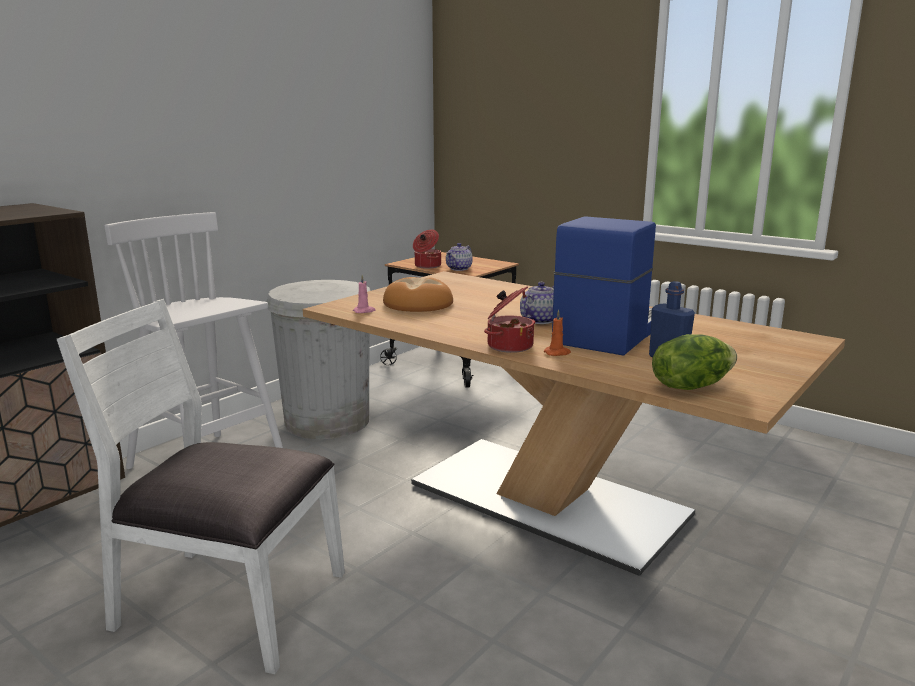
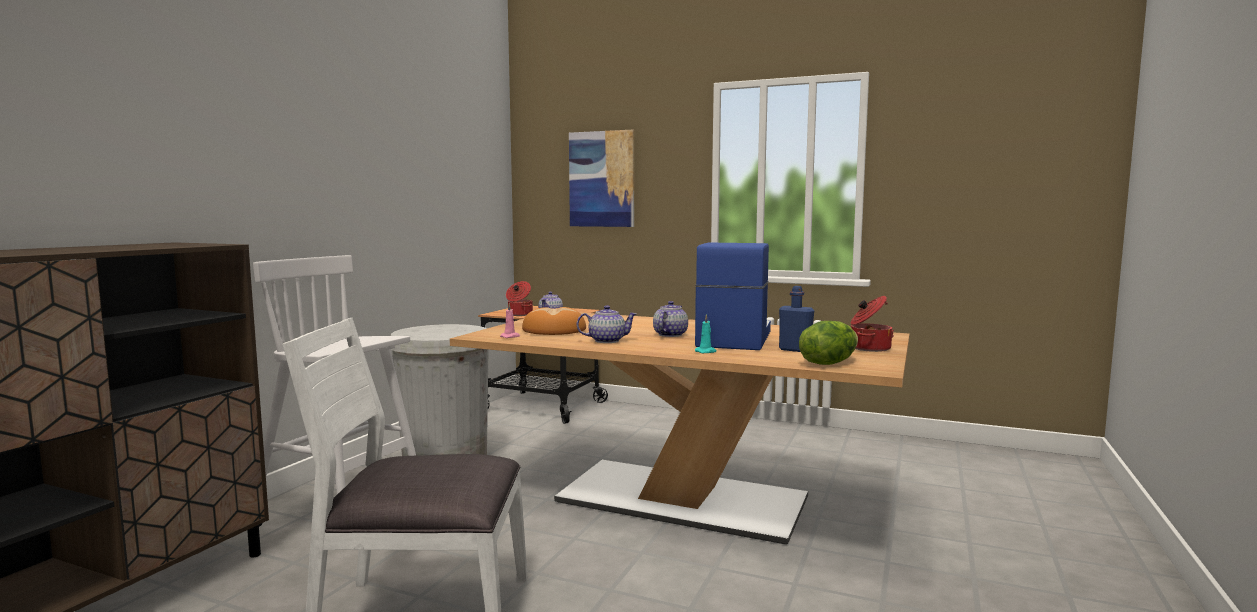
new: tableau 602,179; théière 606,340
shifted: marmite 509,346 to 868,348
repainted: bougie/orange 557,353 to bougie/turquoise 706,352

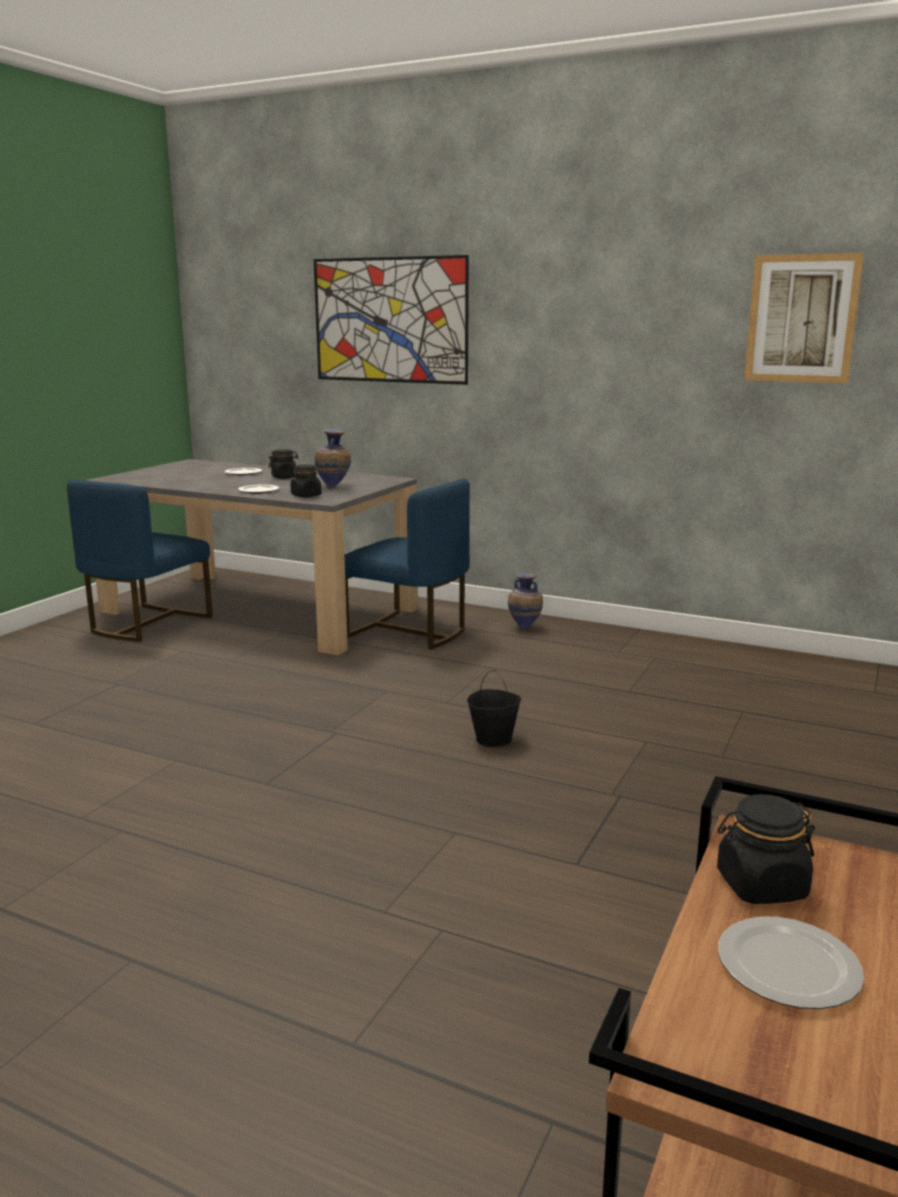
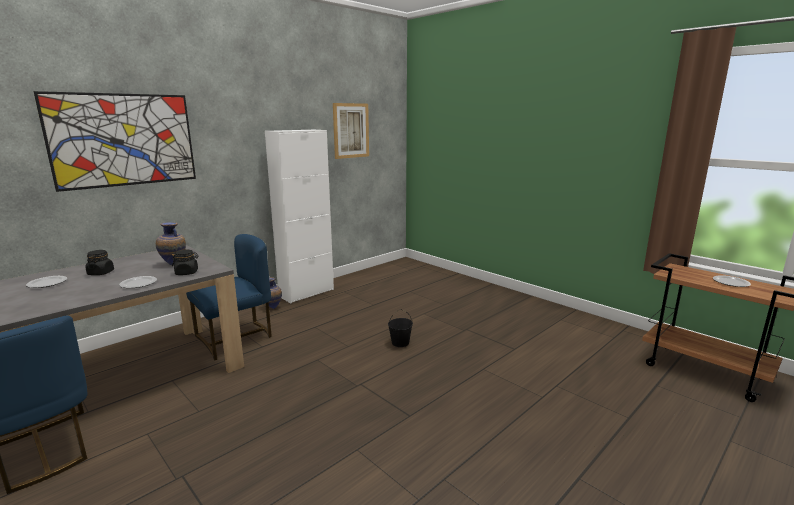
gone: bocal/noir 761,886
new: meuble de rangement/blanc 306,293

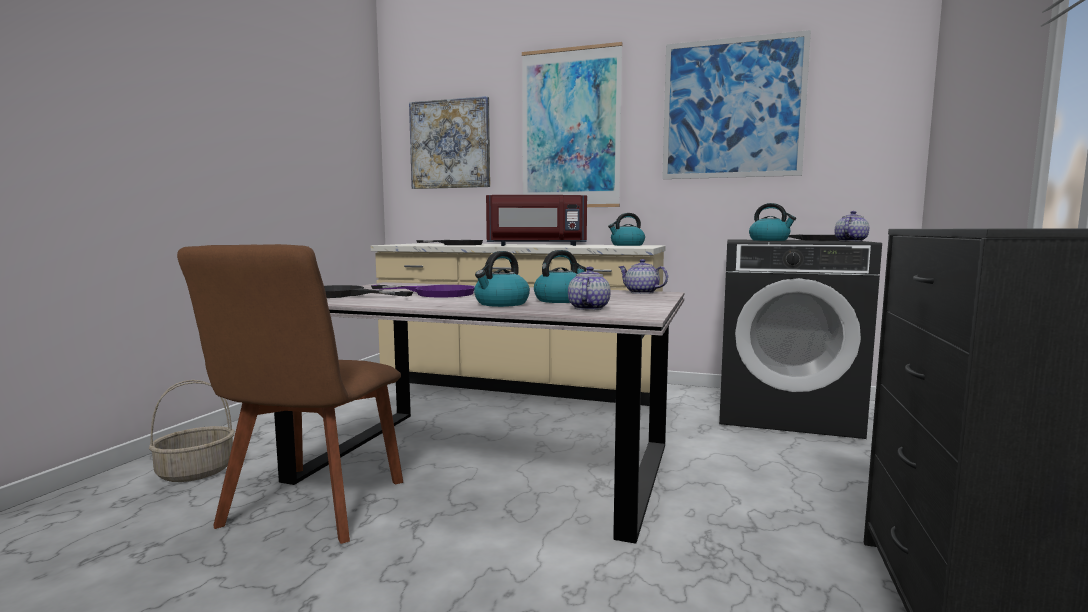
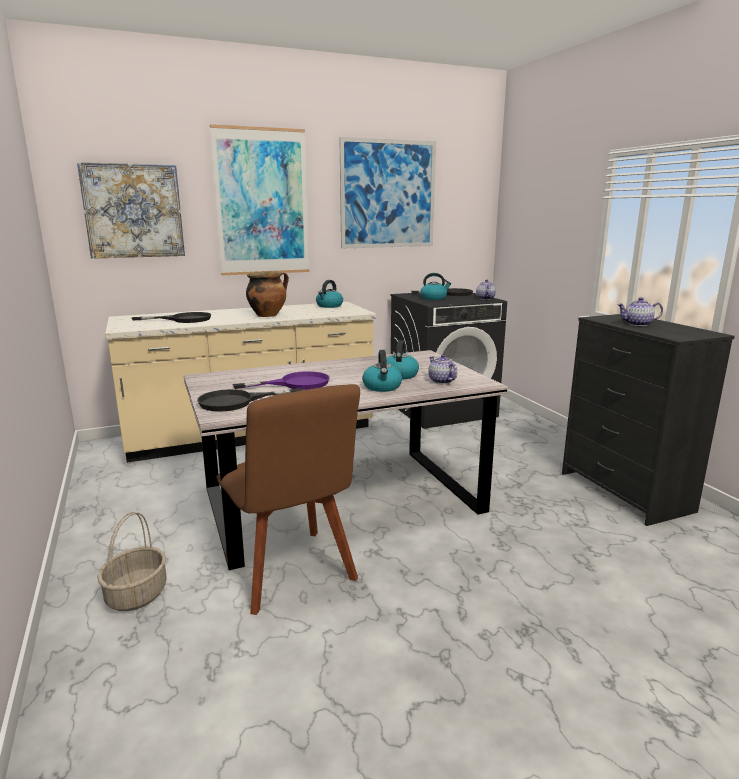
shifted: théière 641,292 to 637,324
swapped: micro-ondes/rouge 536,245 to marmite 268,315

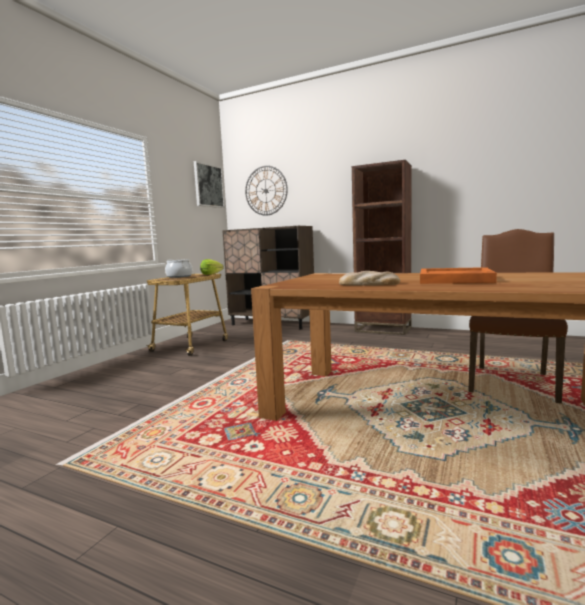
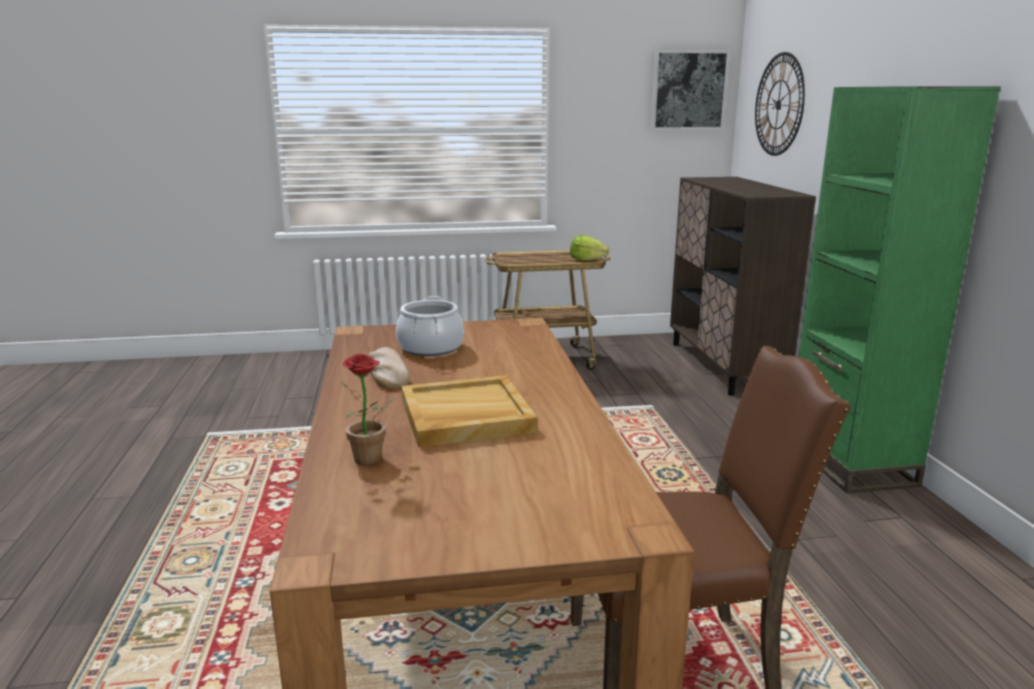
new: plante en pot 370,461
shifted: marmite 179,276 to 430,347
repainted: plateau/orange 455,279 to plateau/beige 465,416; bibliothèque/marron 383,329 to bibliothèque/vert 849,462

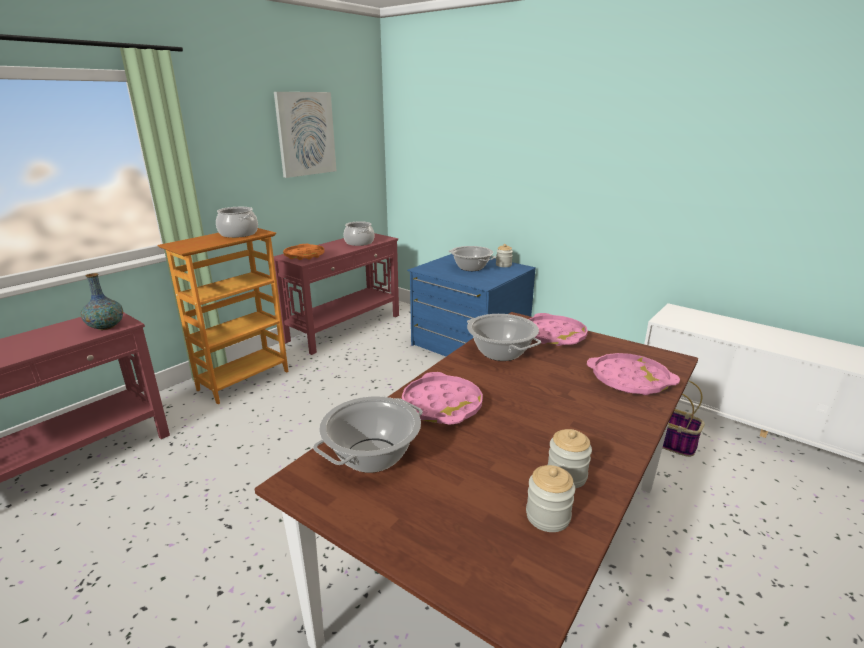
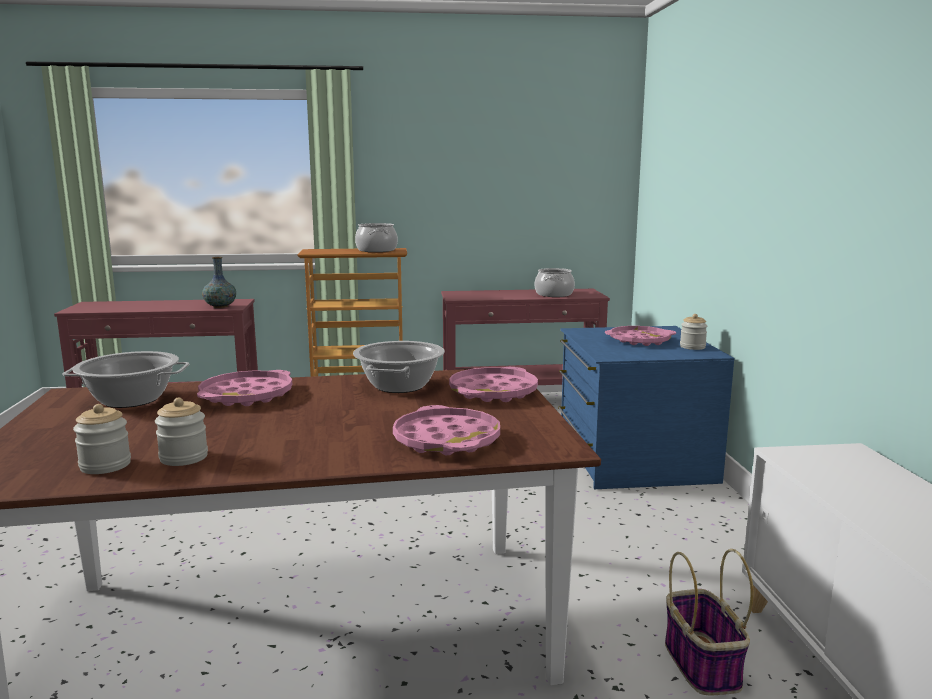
gone: tableau 305,134; plateau/orange 304,255
swapped: marmite 471,268 to plateau/rose 639,341

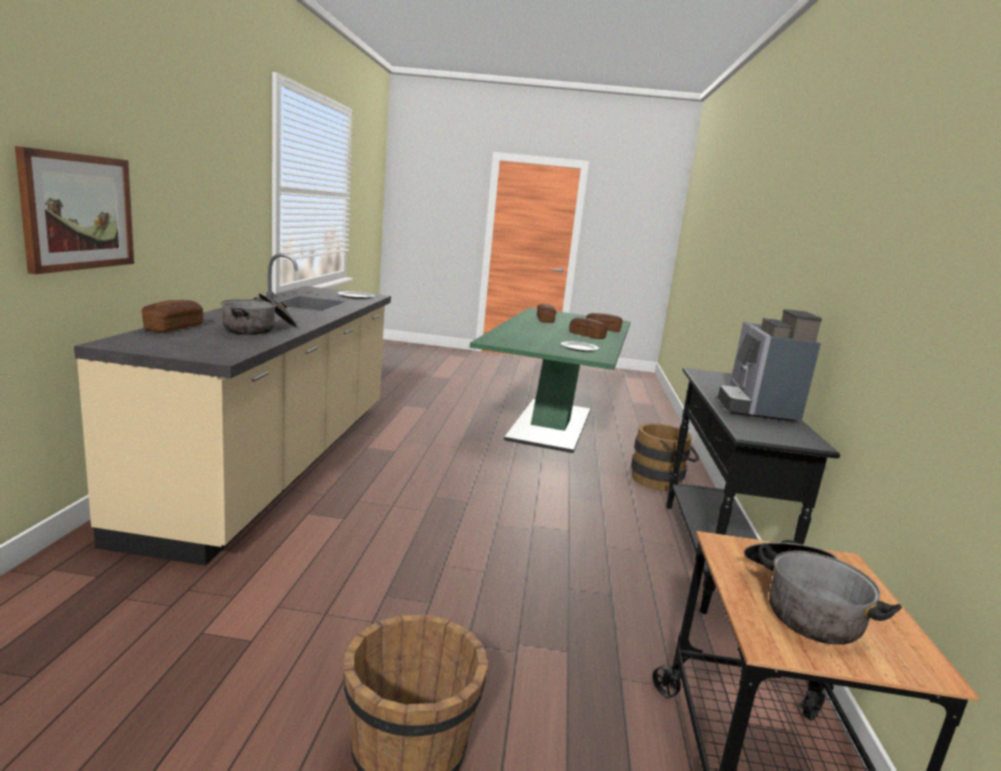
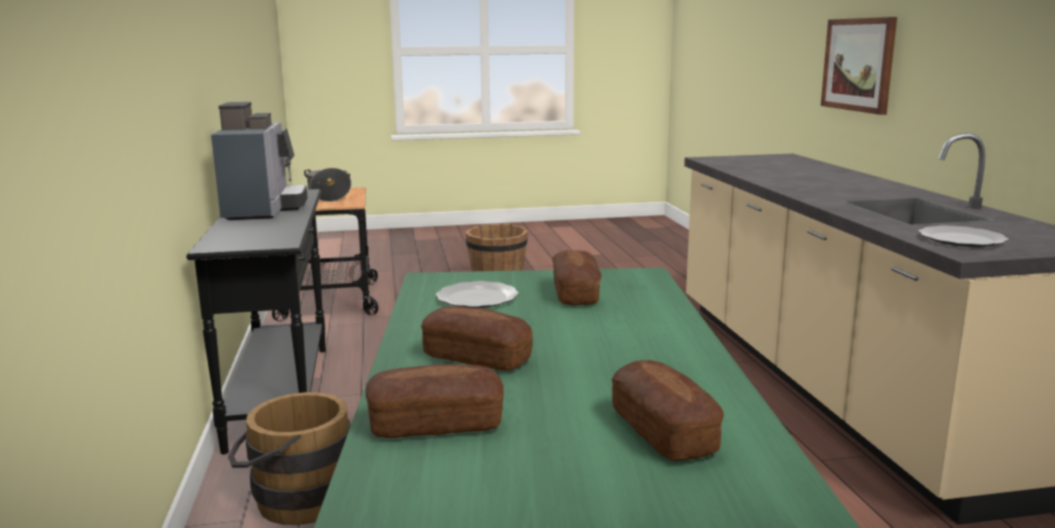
gone: marmite 259,329
shifted: pain 174,327 to 575,293

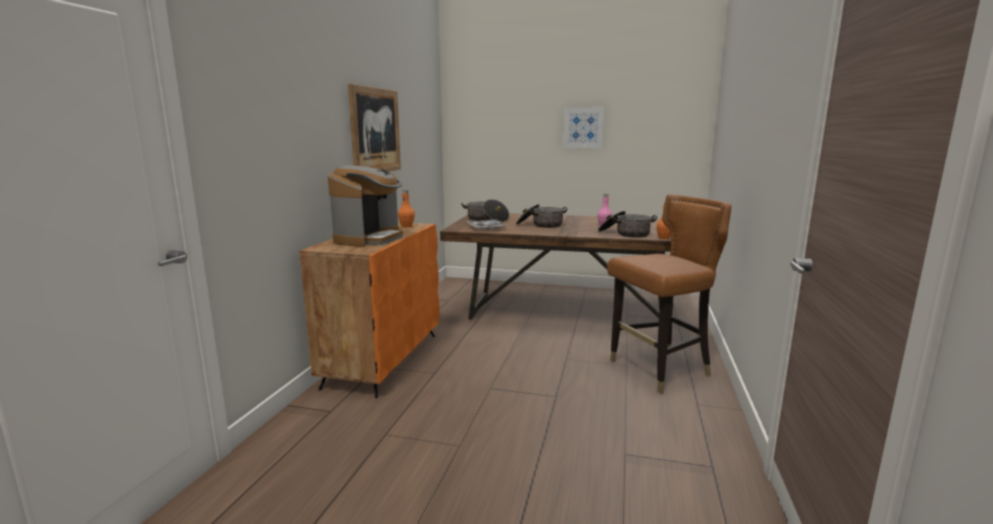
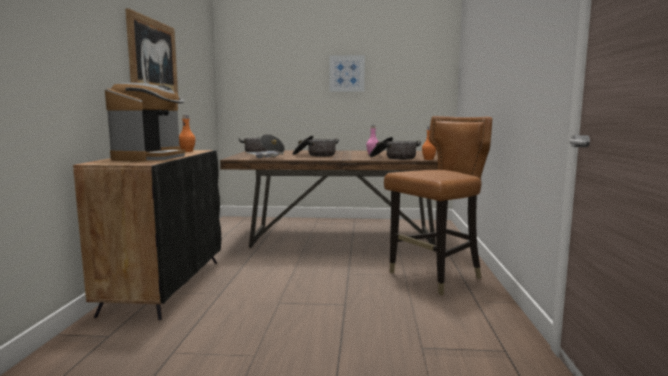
repainted: meuble de rangement/orange 383,359 to meuble de rangement/noir 164,285

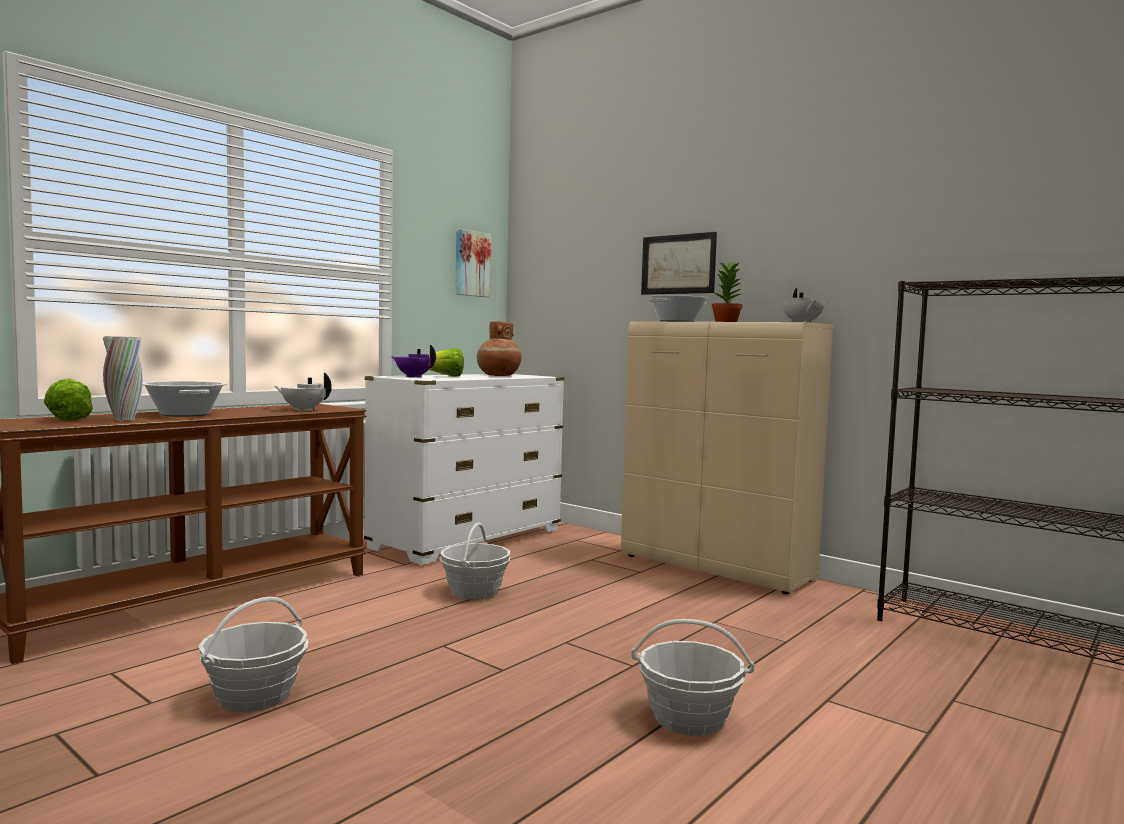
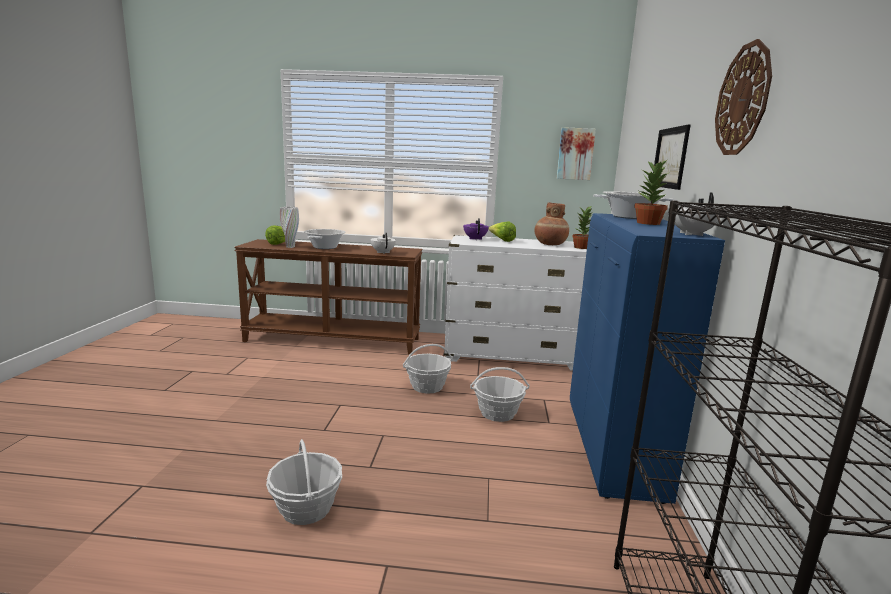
new: plante en pot 582,247; horloge murale 743,100
shifted: panier 255,696 to 497,413
repainted: meuble de rangement/beige 717,568 to meuble de rangement/bleu 613,450

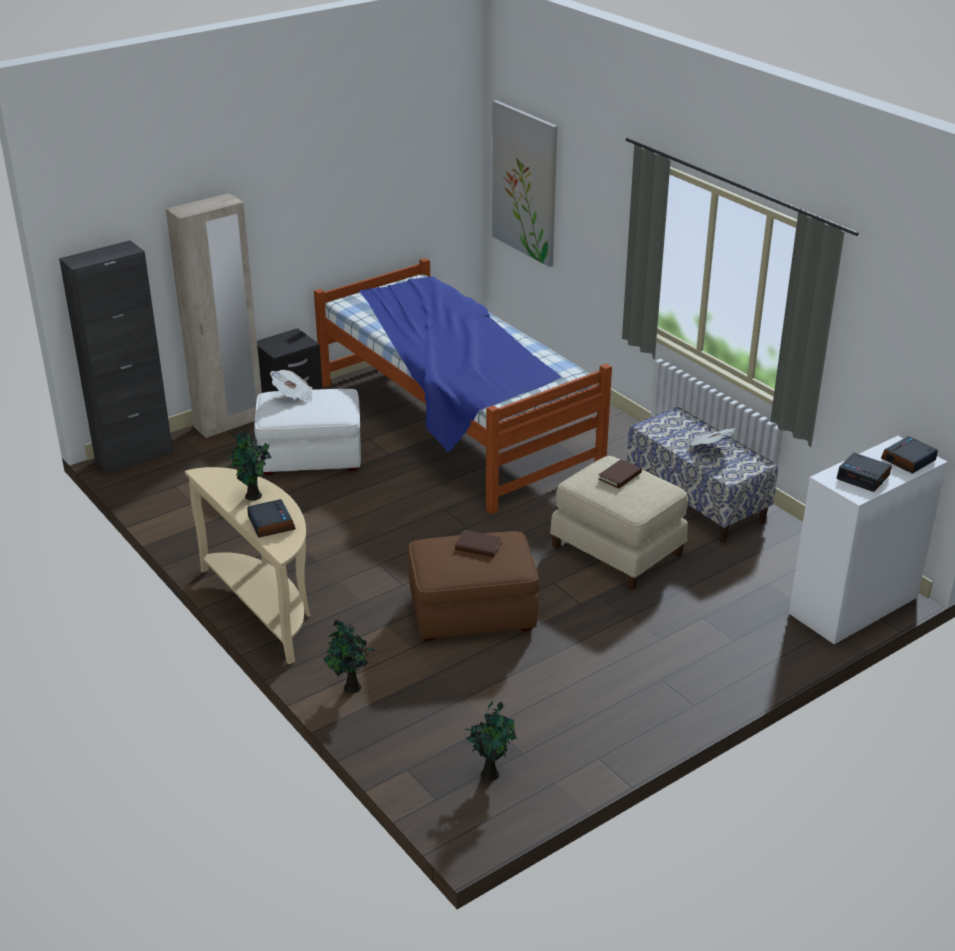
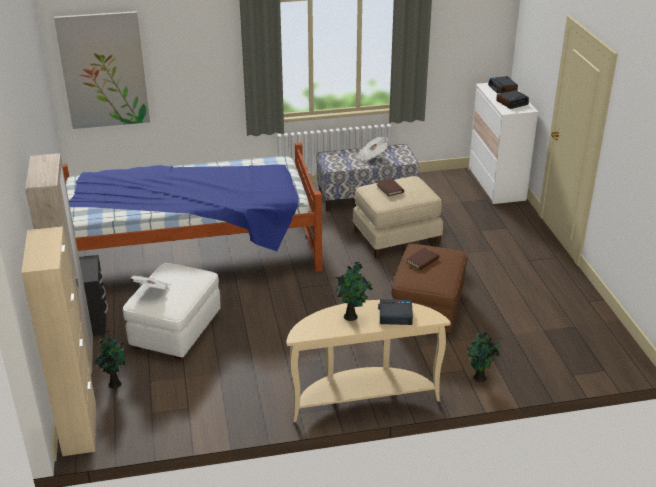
shifted: plante en pot 491,773 to 114,383
repainted: meuble de rangement/noir 134,456 to meuble de rangement/beige 79,429

